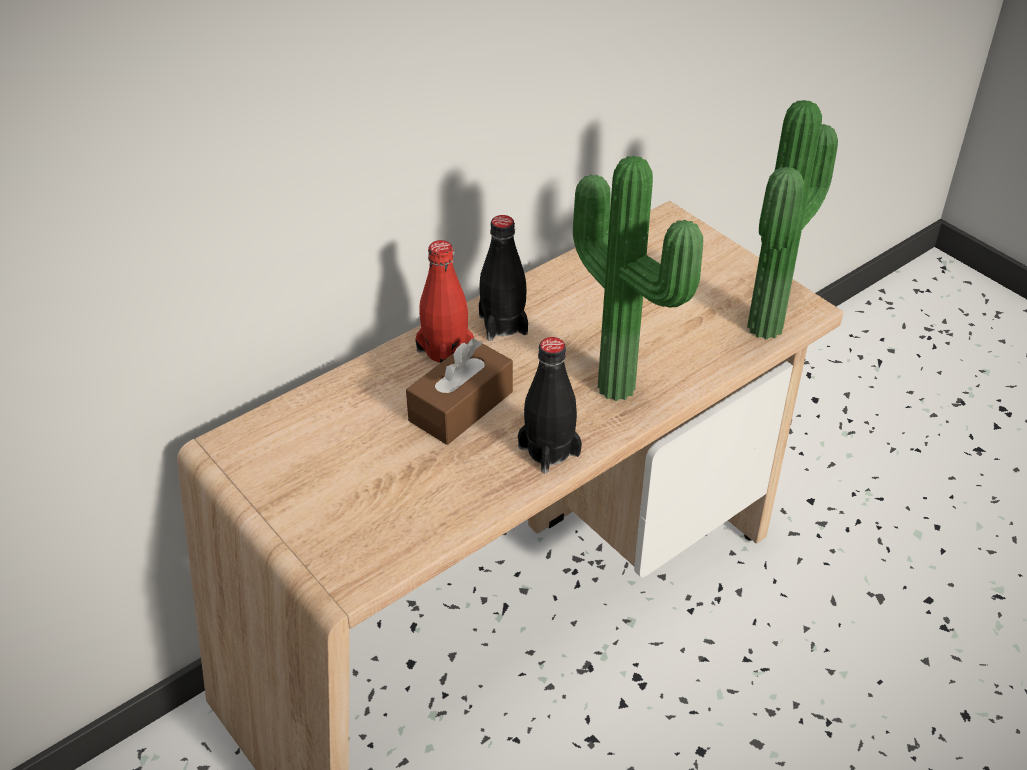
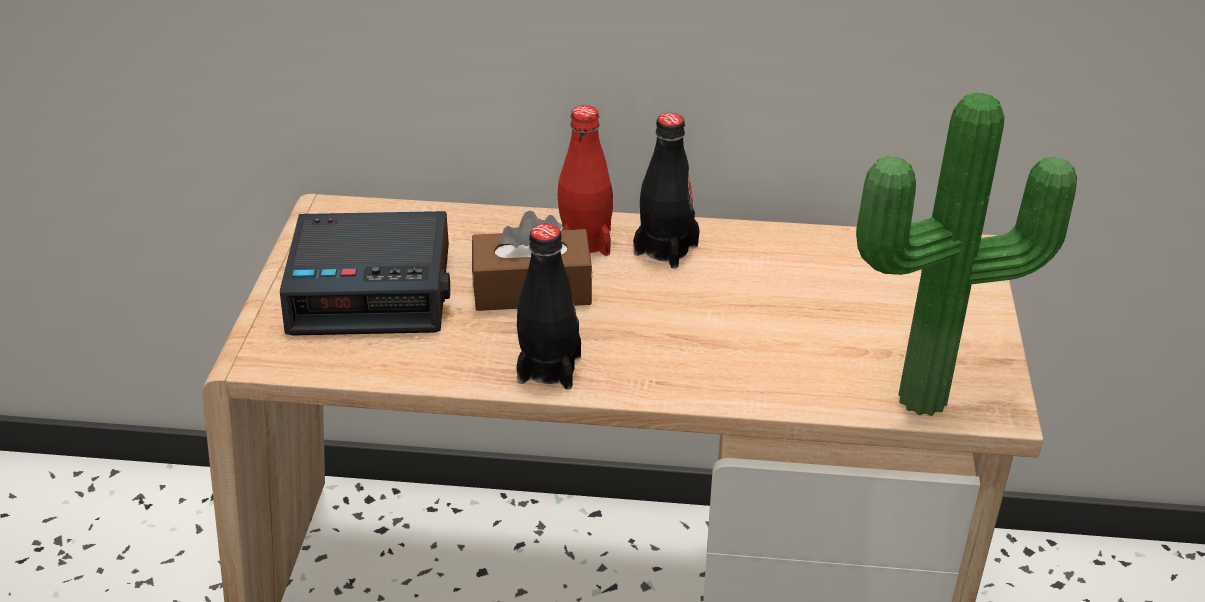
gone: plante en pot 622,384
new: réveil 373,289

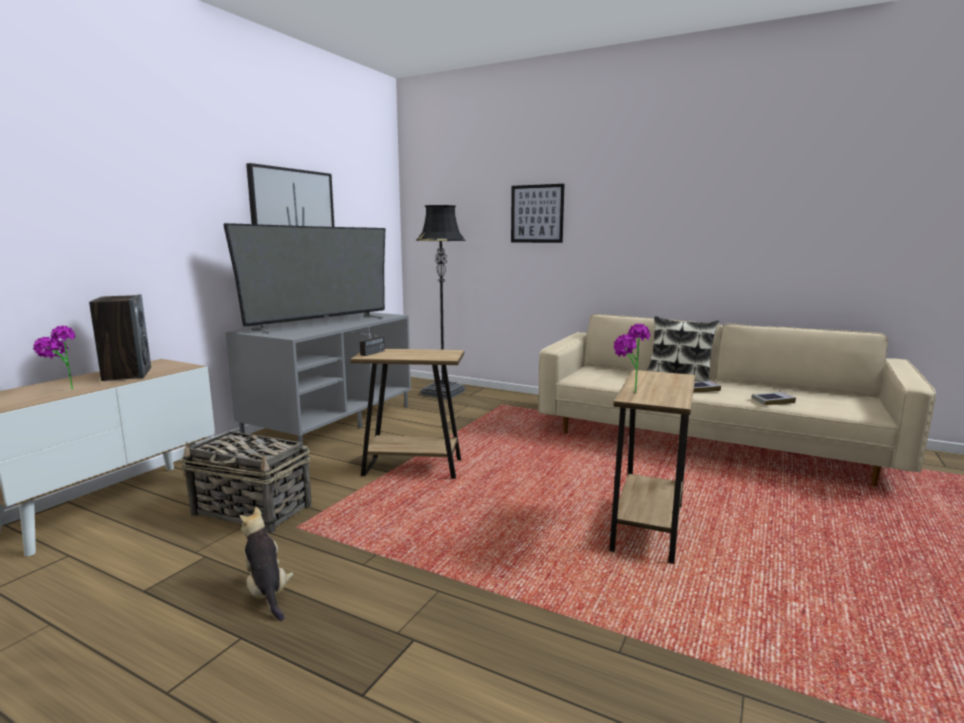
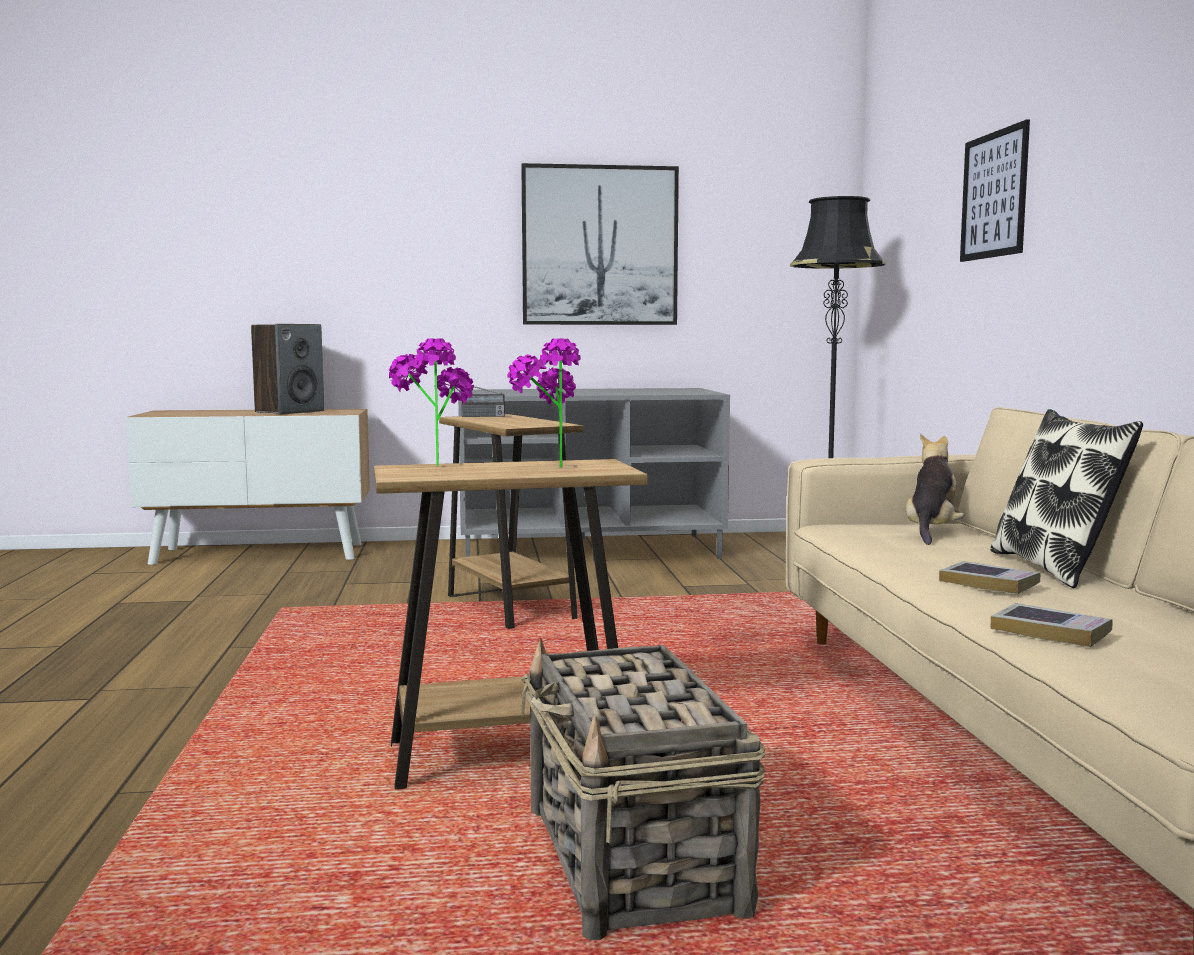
gone: téléviseur 320,323
shifted: plante en pot 62,390 to 546,466; panier 253,510 to 633,861; peluche 267,591 to 931,532

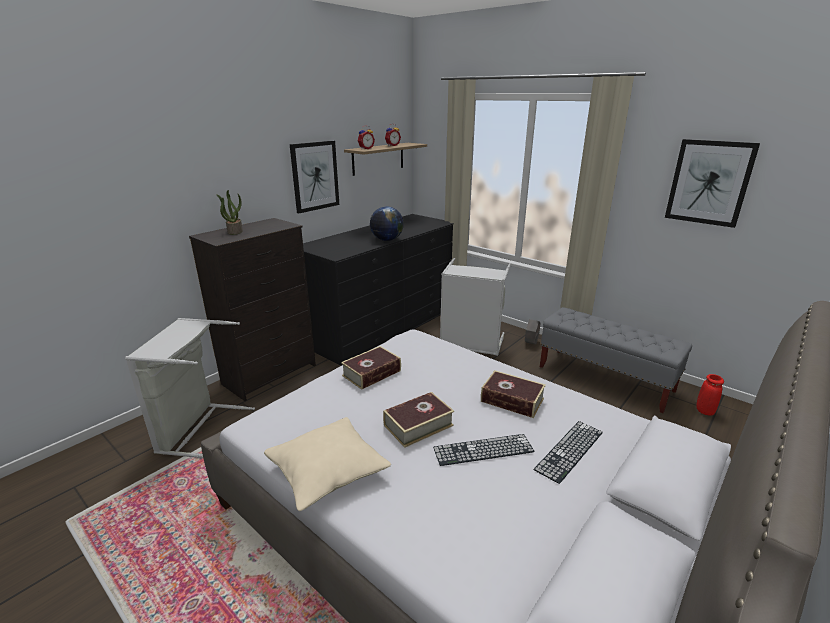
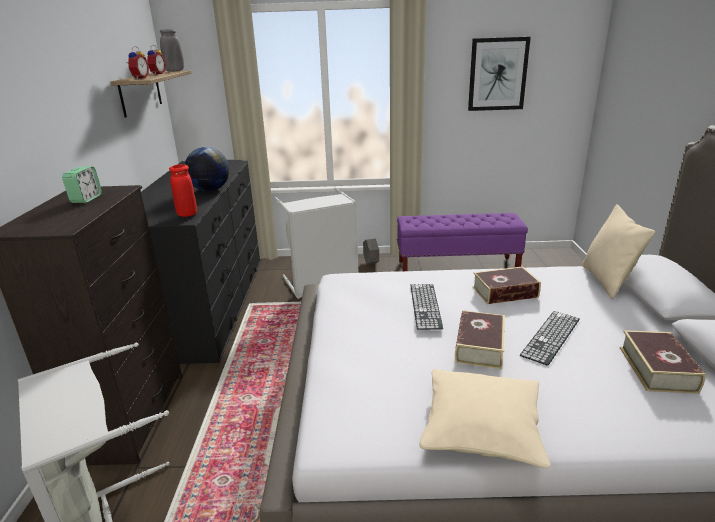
gone: plante en pot 234,231; tableau 315,176
new: réveil 86,199; vase/gris 175,71; coussin/beige 607,281
shifted: vase/rouge 704,411 to 187,214; clavier 569,450 to 425,305; livre 371,373 to 657,369
repainted: banc/gris 605,379 to banc/violet 457,269

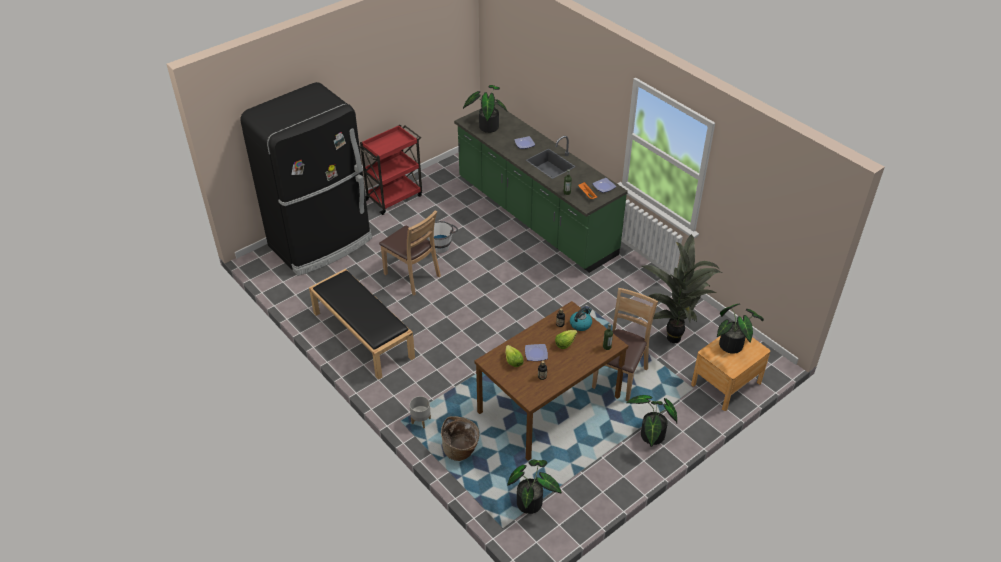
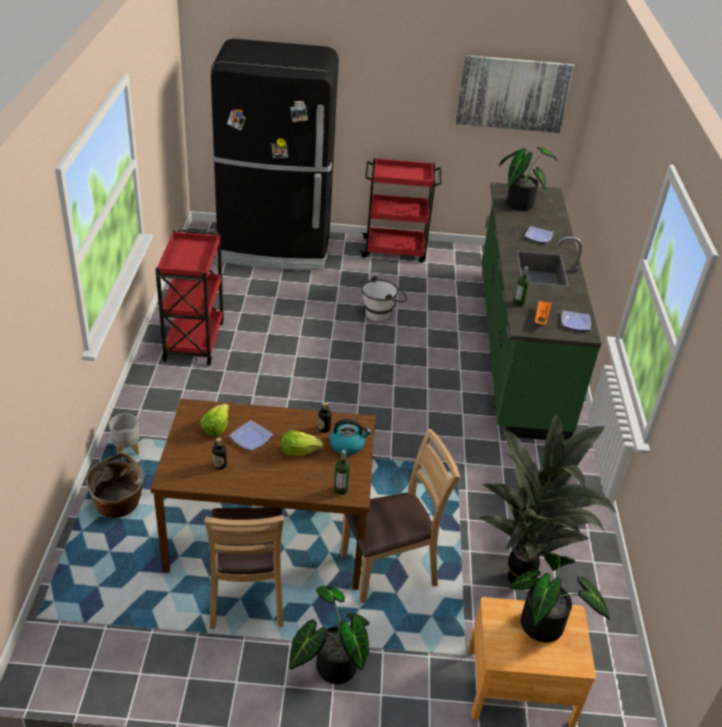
gone: plante en pot 532,501
new: tableau 513,94
shifted: chaise/marron 412,276 to 247,594
swapped: banc/noir 362,335 to chariot/rouge 194,340

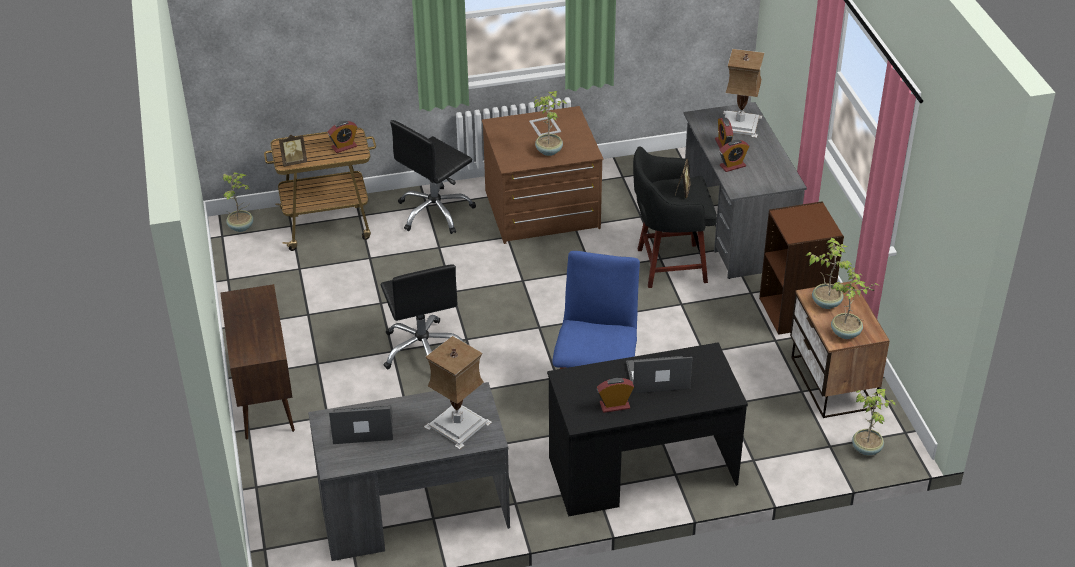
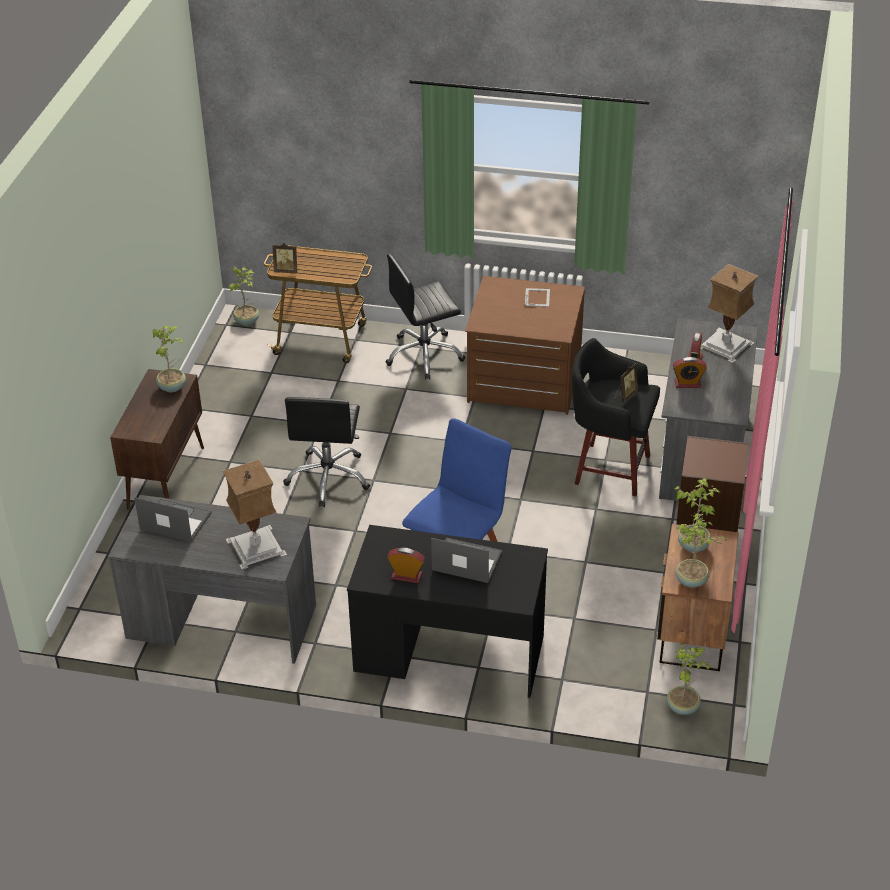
gone: réveil 344,147
shifted: plante en pot 549,150 to 172,387

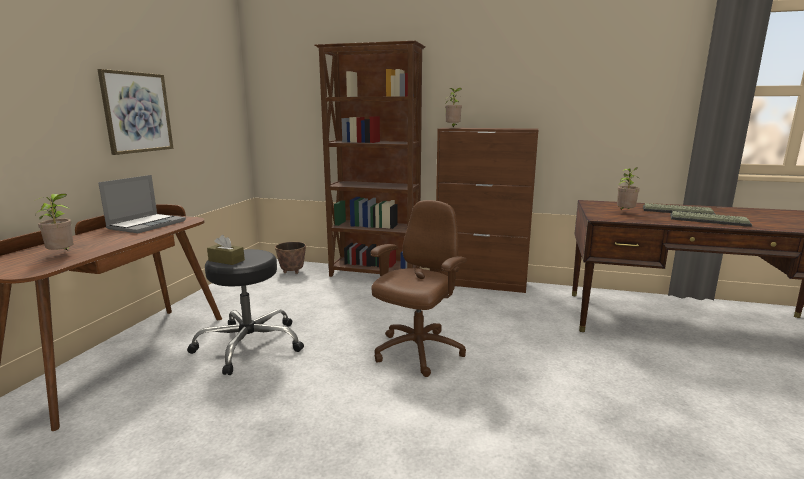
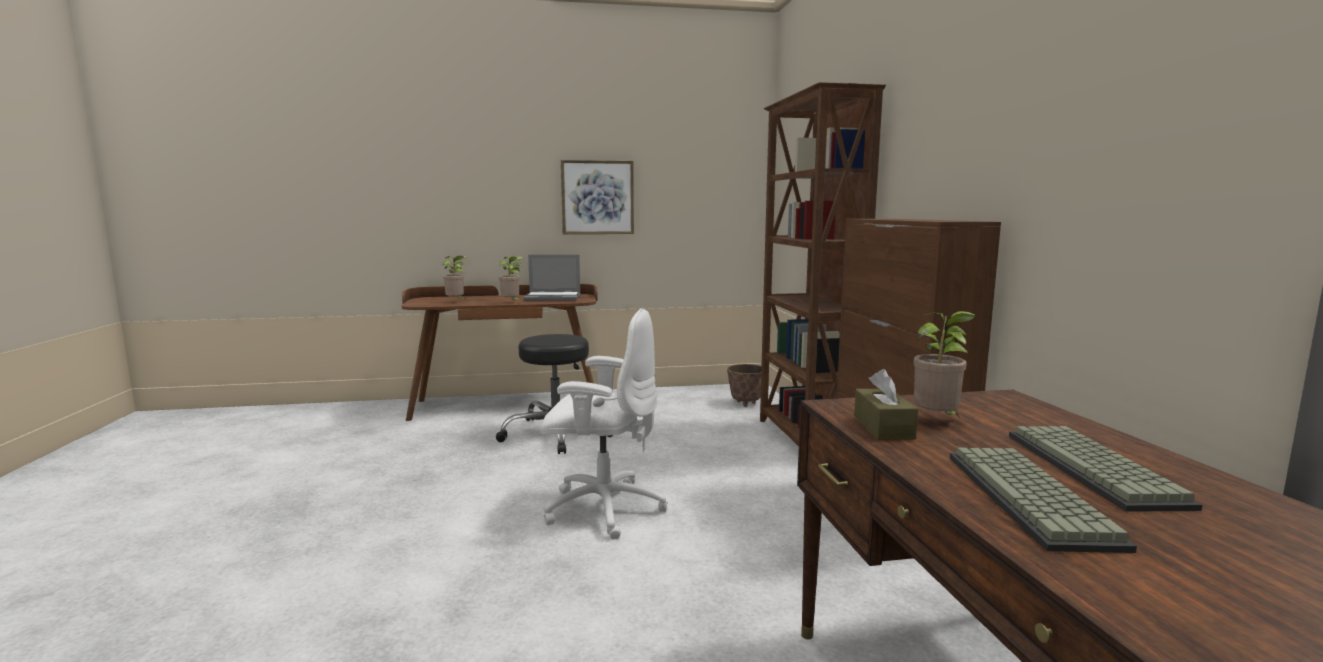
shifted: plante en pot 453,128 to 511,303; boîte à mouchoirs/marron 226,260 to 883,427
repainted: chaise de bureau/marron 417,352 to chaise de bureau/blanc 602,508

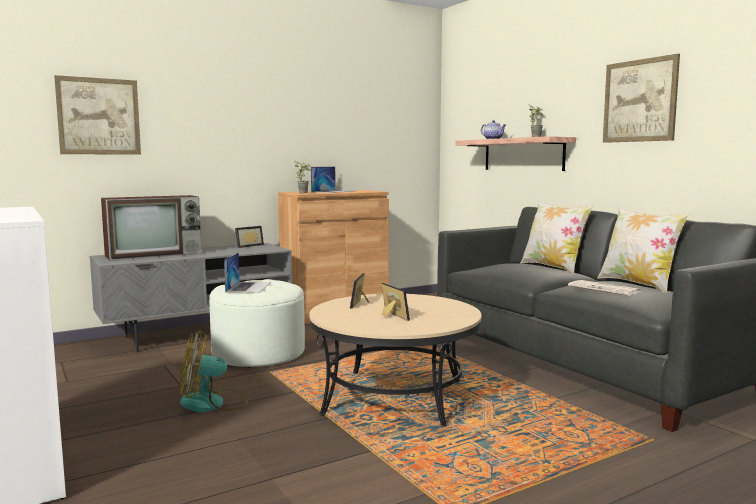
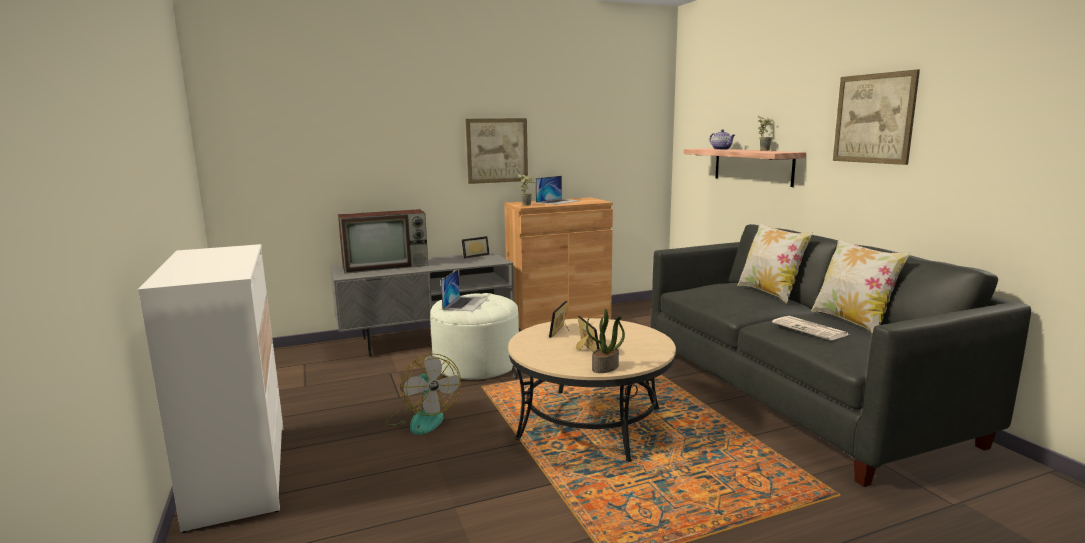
new: plante en pot 605,368
shifted: tableau 99,116 to 497,150
rotated: ventilateur 212,403 = 422,419 120 degrees counterclockwise

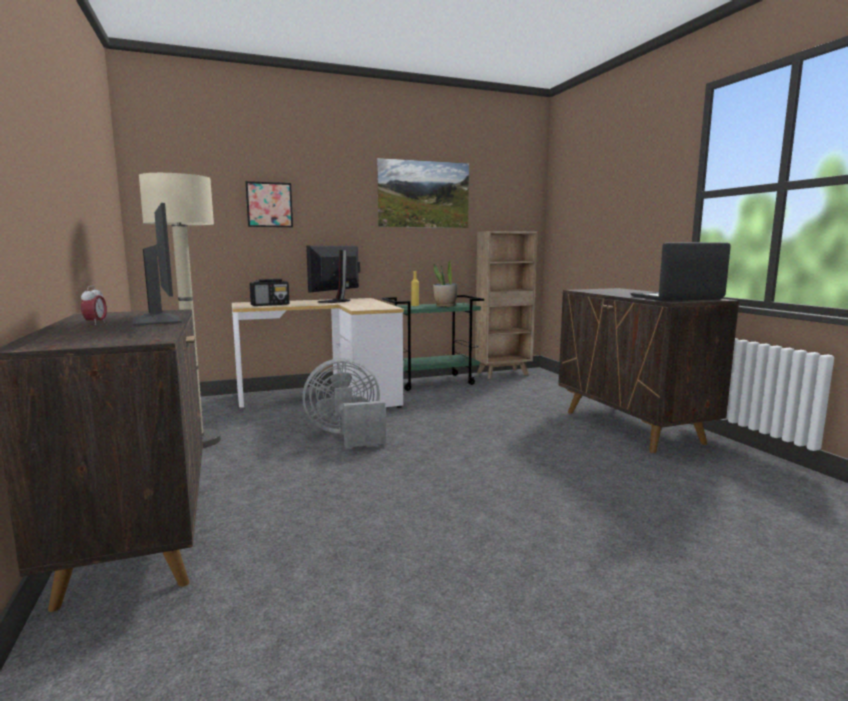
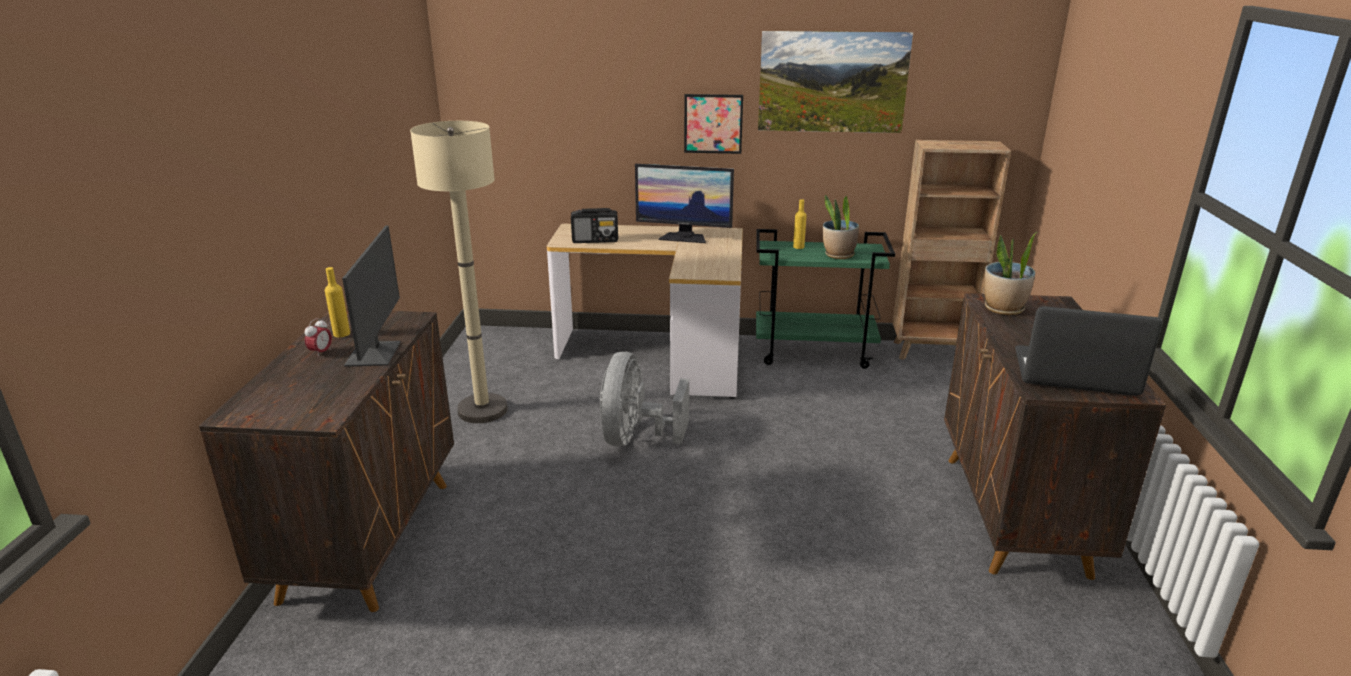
new: bouteille/jaune 341,333; plante en pot 1003,309
shifted: tableau 269,204 to 713,123
rotated: ventilateur/gris 347,435 = 635,438 90 degrees counterclockwise; écran d'ordinateur 337,301 = 684,237 135 degrees counterclockwise

